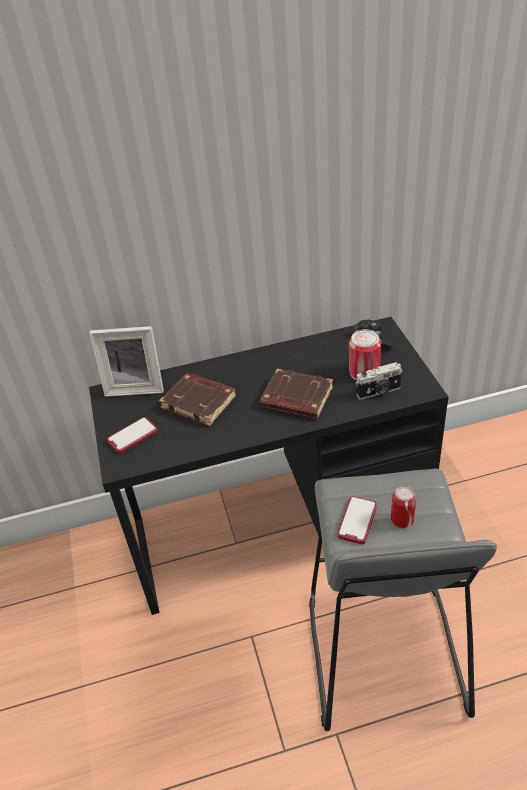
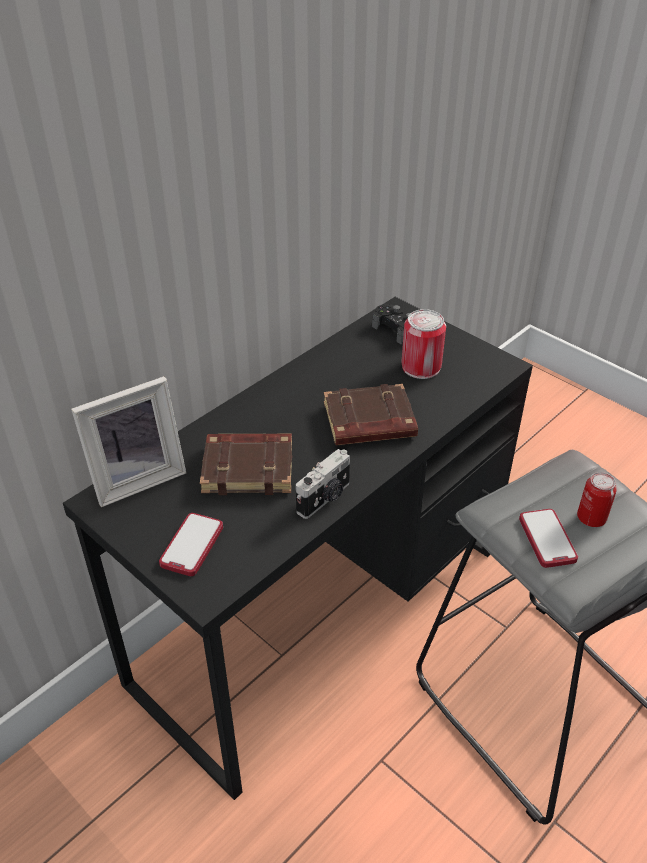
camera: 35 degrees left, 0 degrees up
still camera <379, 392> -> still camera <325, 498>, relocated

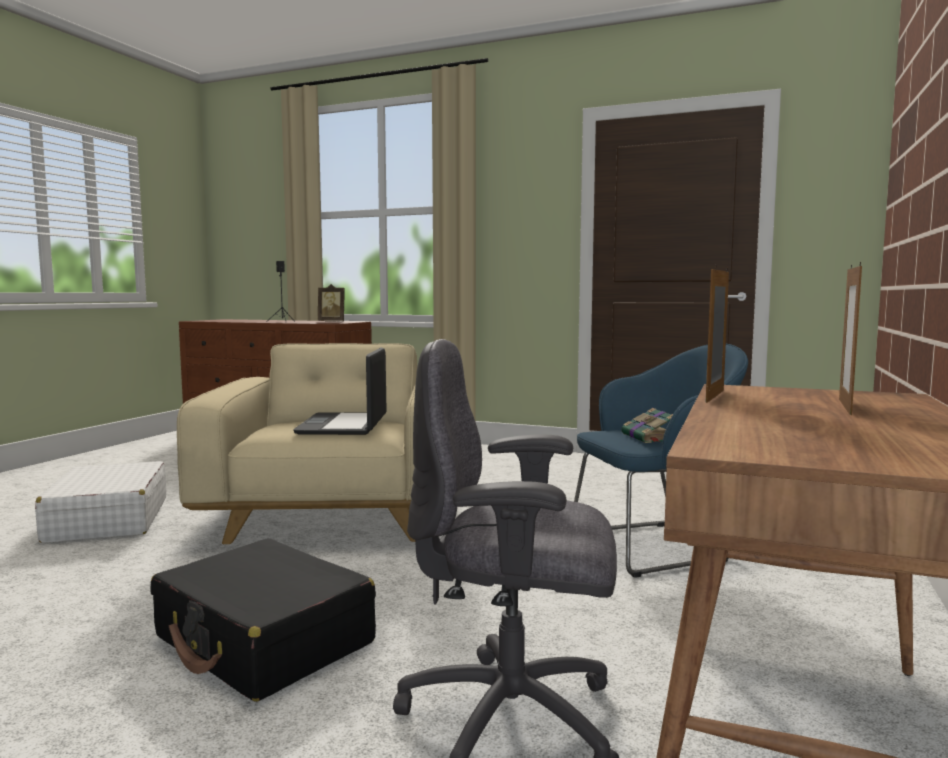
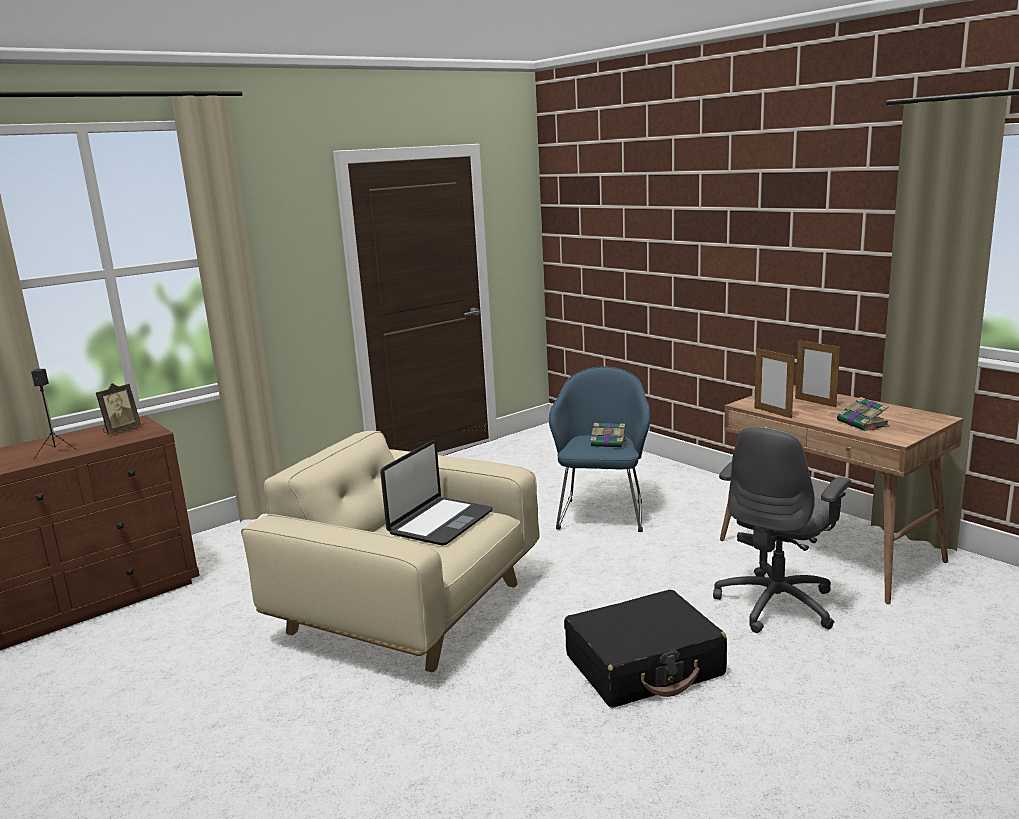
camera: 60 degrees left, 10 degrees up
laptop <344, 425> -> laptop <440, 522>, 90 degrees counterclockwise
piece of luggage in white-coloured <107, 520> -> none
none -> bound book <863, 424>

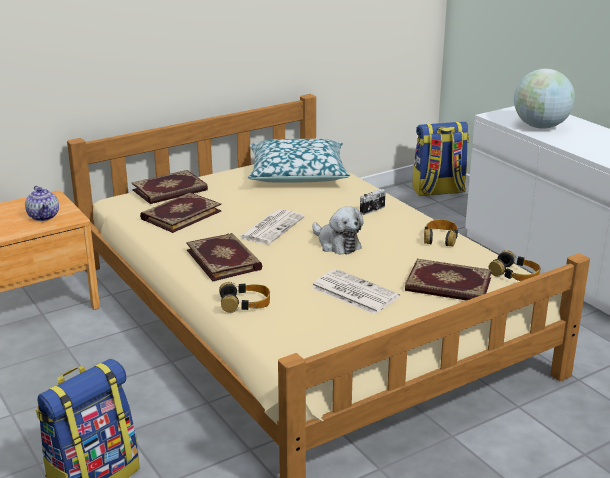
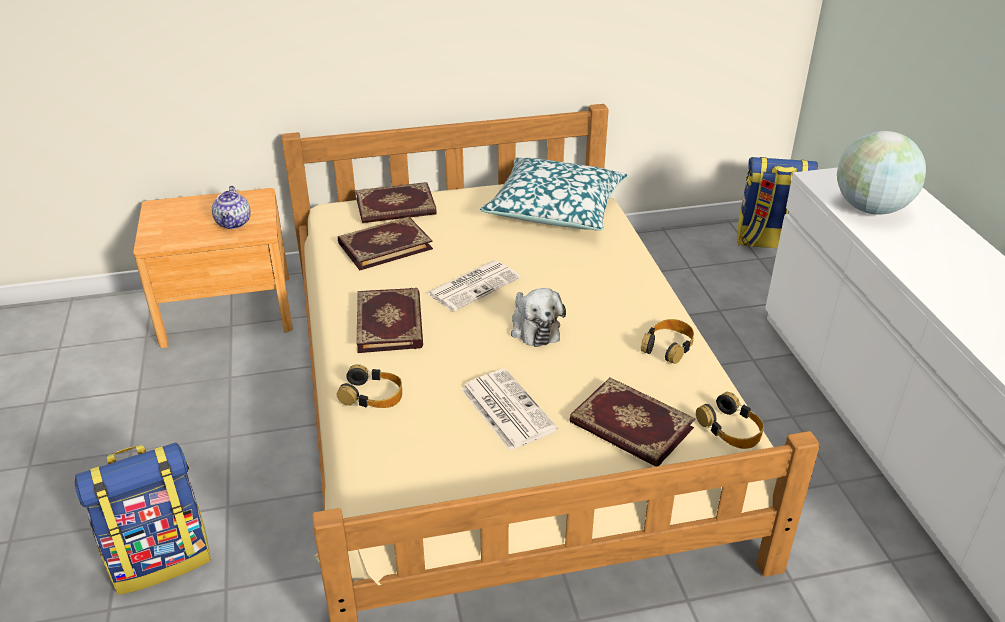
camera: 20 degrees right, 10 degrees up
still camera <373, 210> -> none

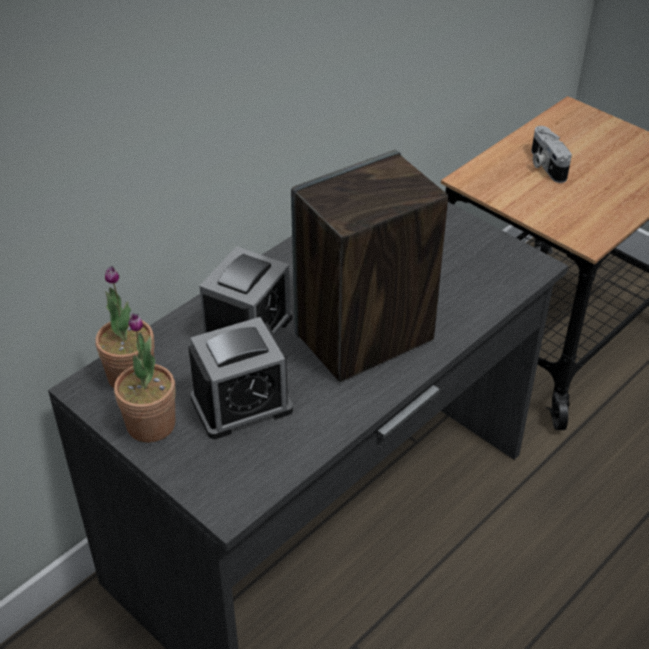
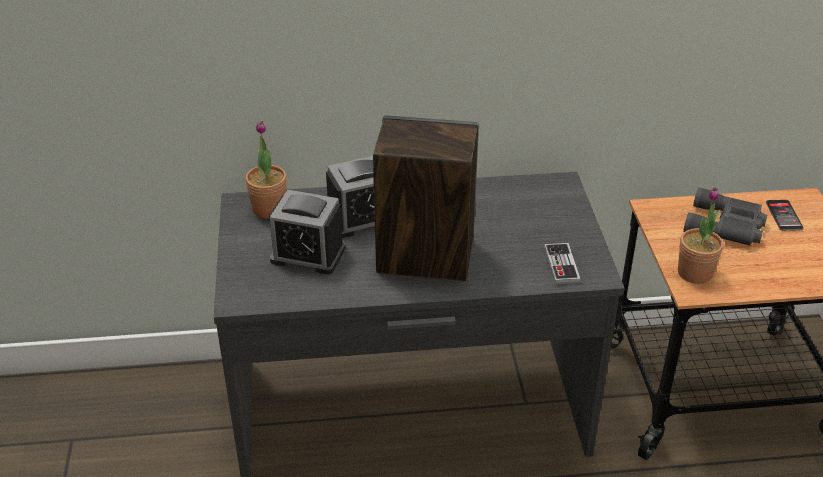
camera: 40 degrees right, 5 degrees down
still camera <545, 165> -> binoculars in greyish <726, 226>
houseplant <151, 425> -> houseplant <694, 273>, relocated
none -> handset <784, 216>
none -> joypad <561, 265>

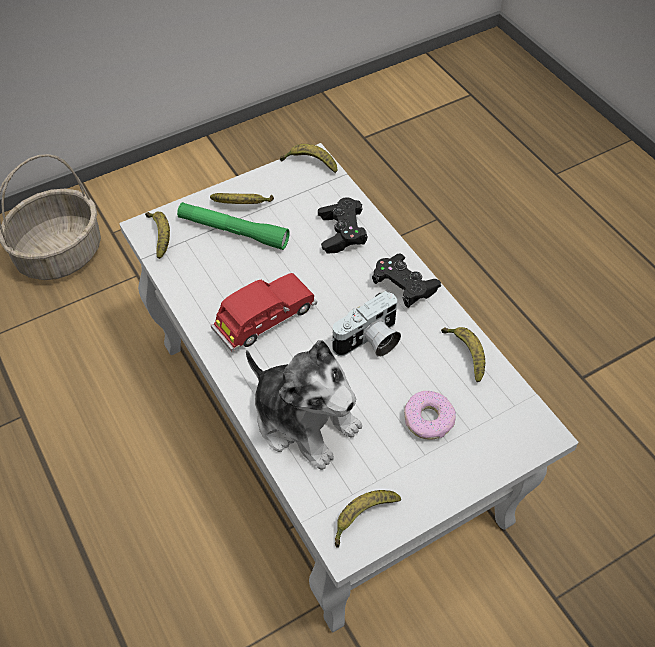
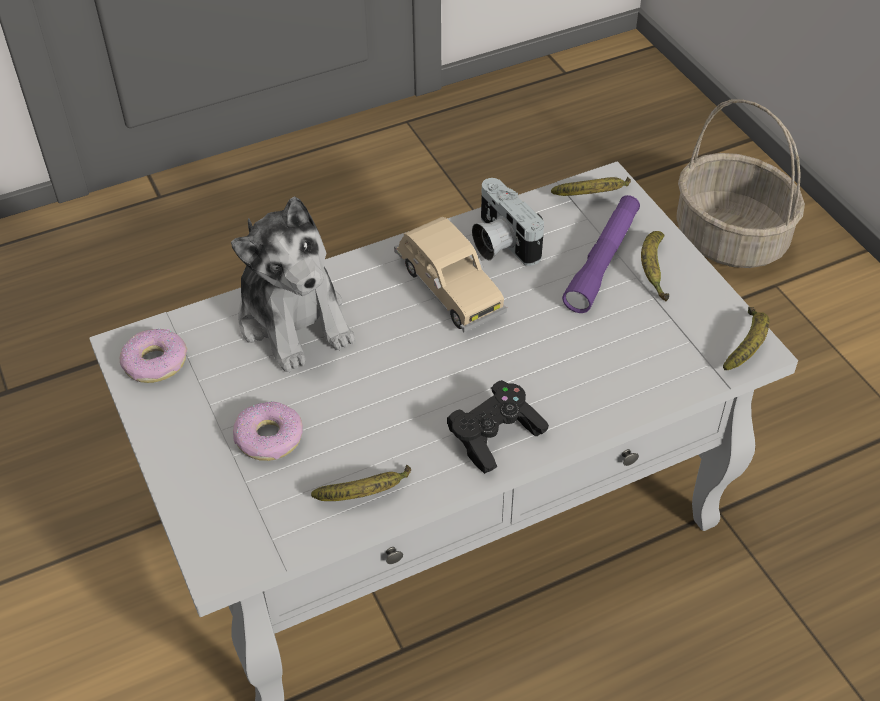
camera: 95 degrees right, 5 degrees down
joypad in blackish <342, 233> -> none
flashlight in greenish <233, 231> -> flashlight in purple-coloured <602, 261>
toy car in red <265, 320> -> toy car in sand-coloured <448, 289>
still camera <369, 342> -> still camera <500, 243>, relocated
plush toy <304, 420> -> plush toy <294, 320>, 75 degrees counterclockwise
whole banana <362, 517> -> ring doughnut <155, 362>

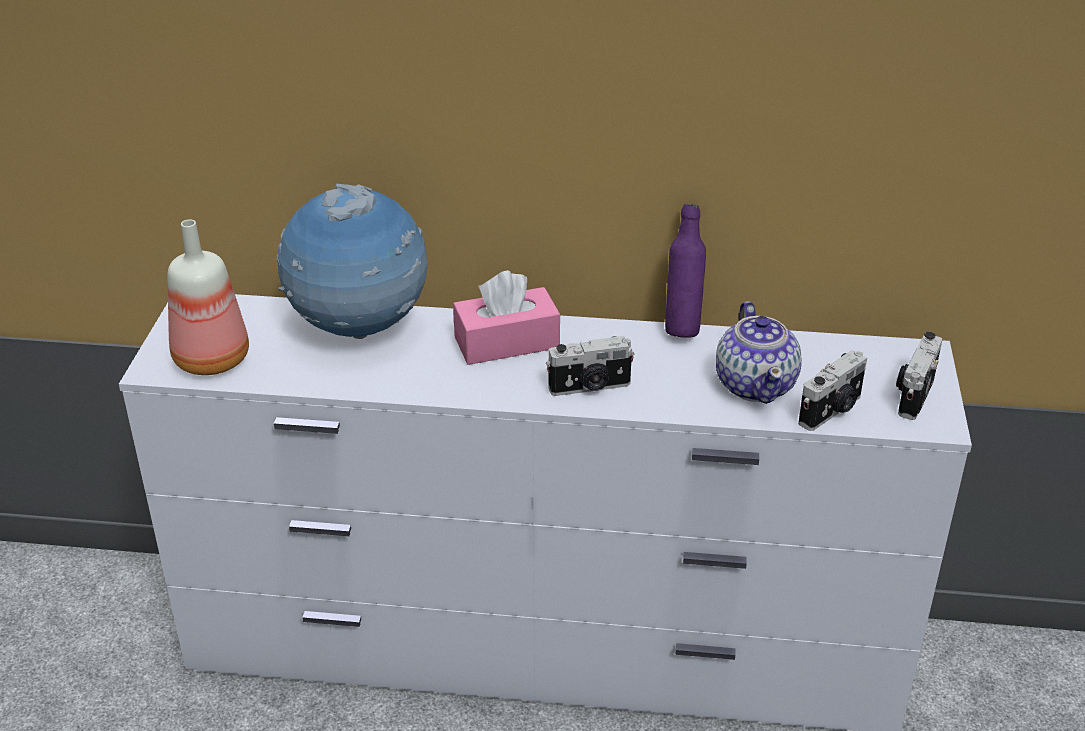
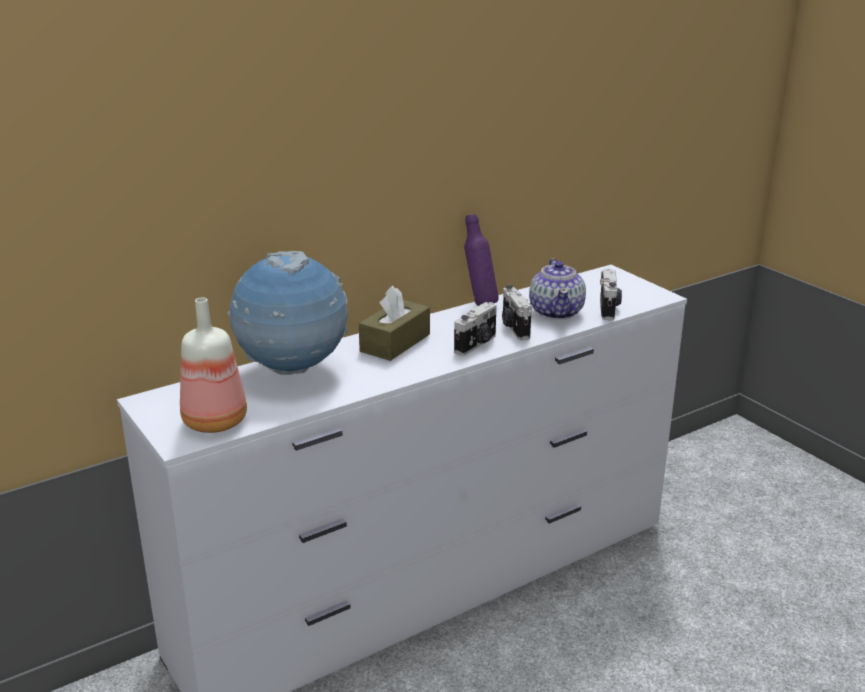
camera: 40 degrees left, 10 degrees down
box of tissues in pink <506, 342> -> box of tissues in brown-coloured <395, 343>
teapot <756, 384> -> teapot <557, 312>, 45 degrees clockwise
still camera <913, 394> -> still camera <514, 328>, relocated

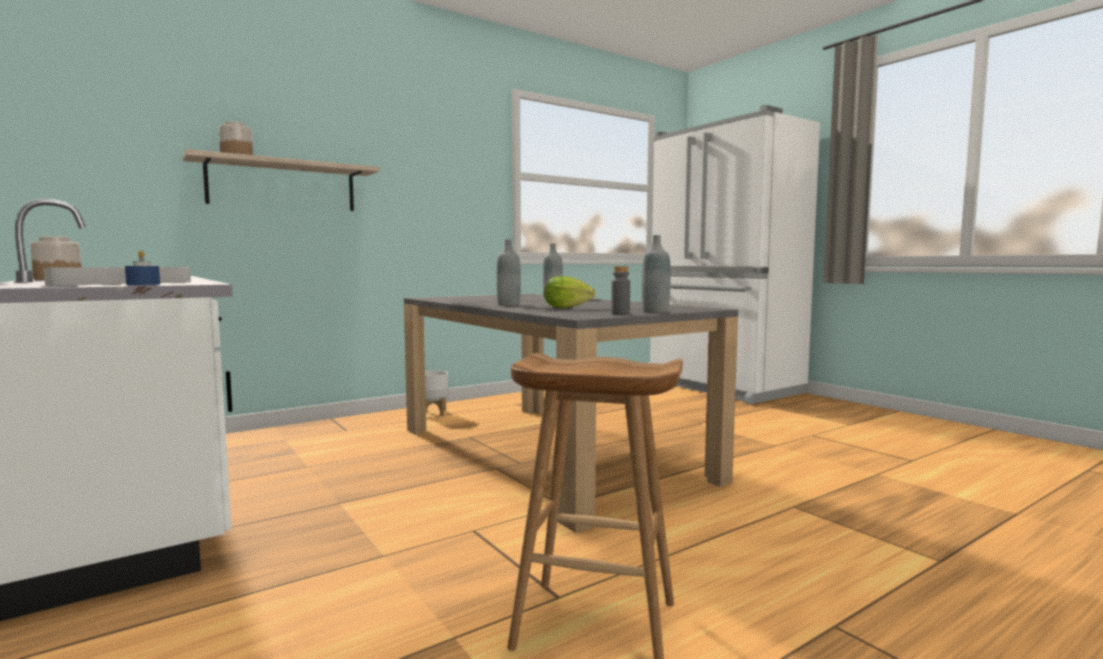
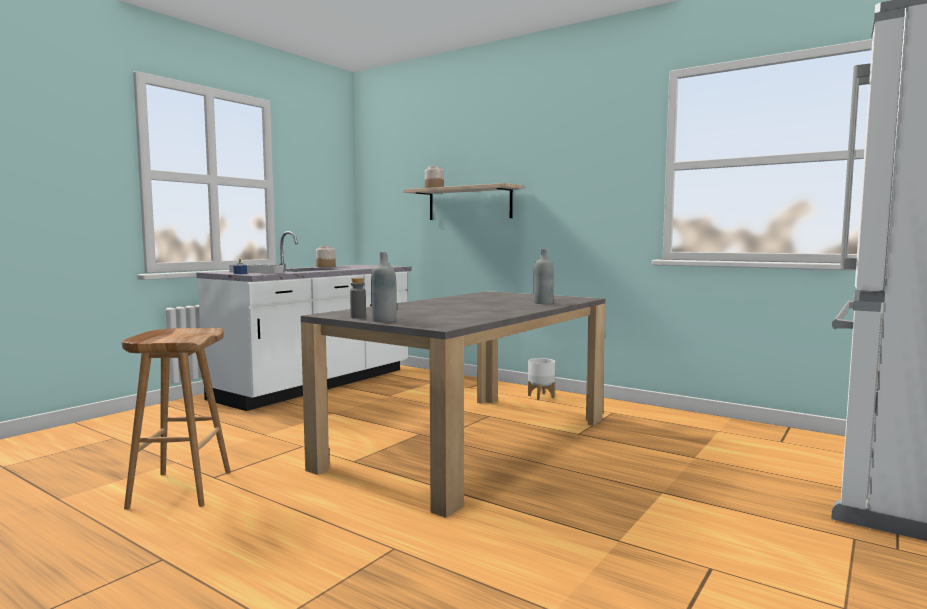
camera: 70 degrees right, 0 degrees up
bottle in greyish <508, 305> -> none
head of lettuce <570, 308> -> none

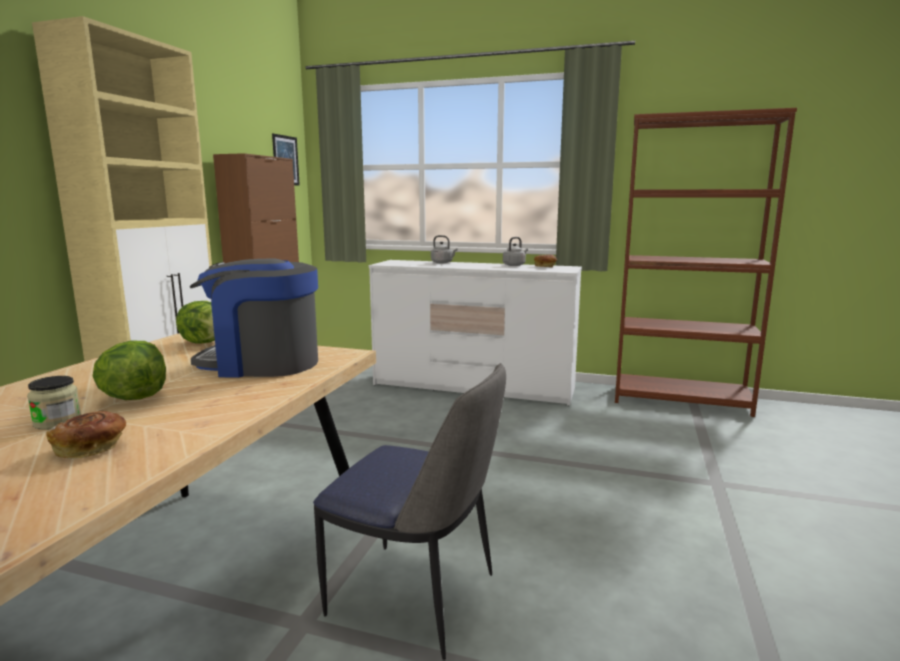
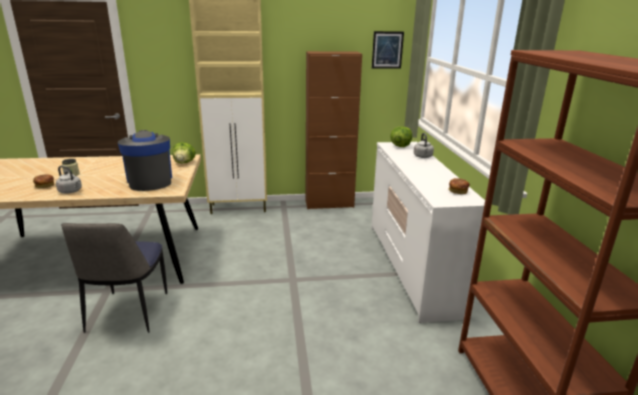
camera: 65 degrees right, 10 degrees up
kettle in greyish <514, 265> -> kettle in greyish <71, 191>, relocated
head of lettuce <134, 397> -> head of lettuce <400, 146>, relocated

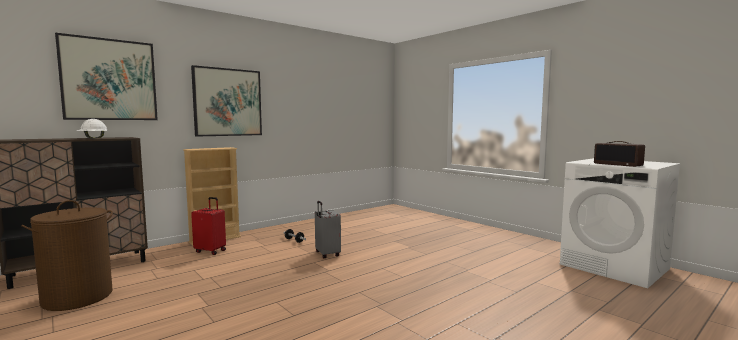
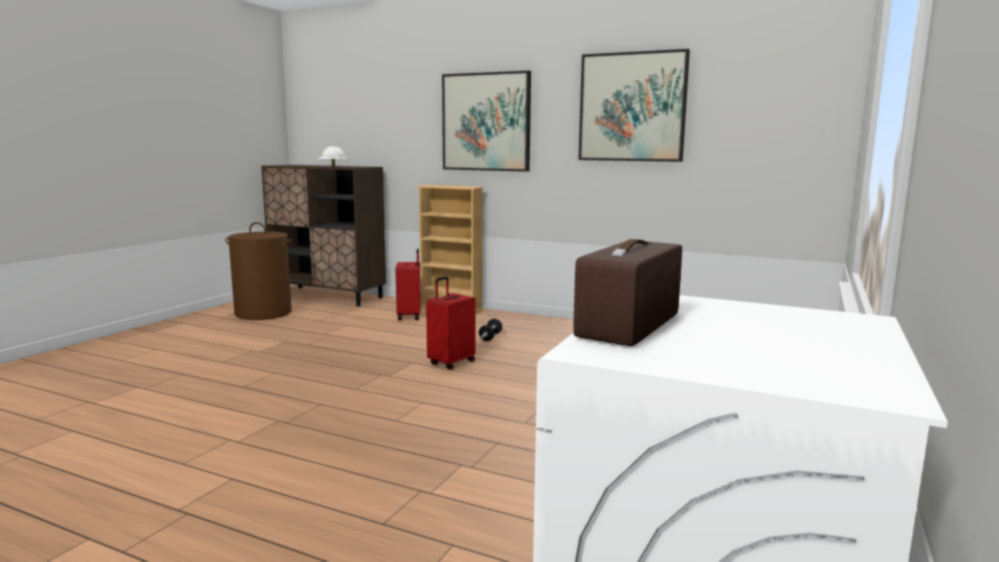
camera: 65 degrees right, 5 degrees up
wall picture <109, 80> -> wall picture <632, 107>, relocated
piece of luggage in greyish <327, 254> -> piece of luggage in red <451, 363>

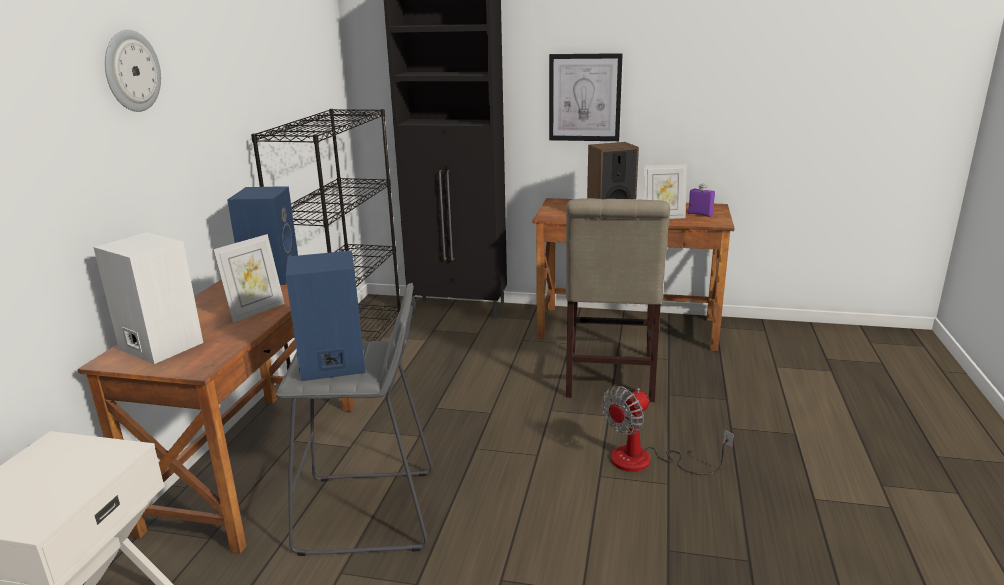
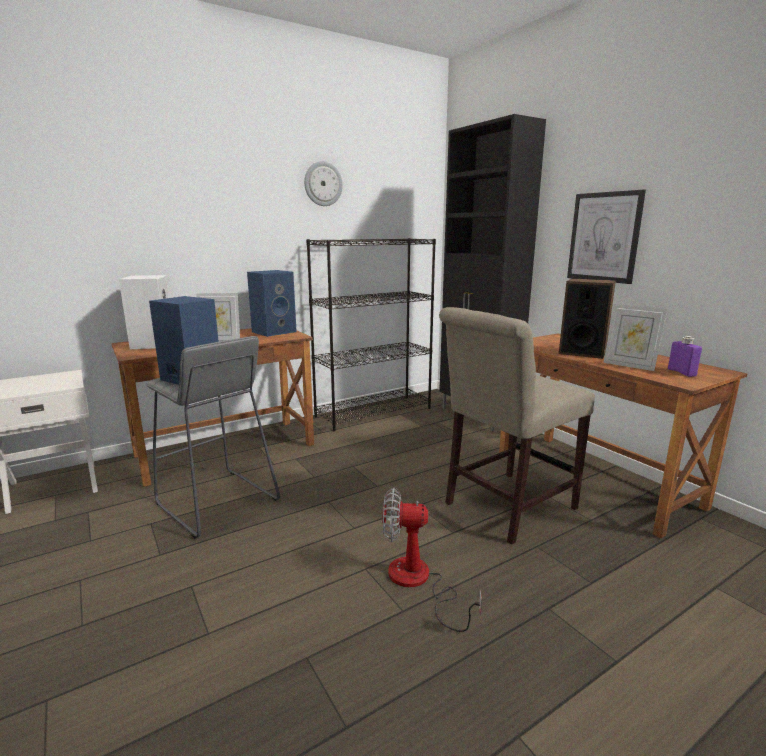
camera: 45 degrees right, 5 degrees down
clock on the wall <131, 71> -> clock on the wall <323, 184>, relocated

